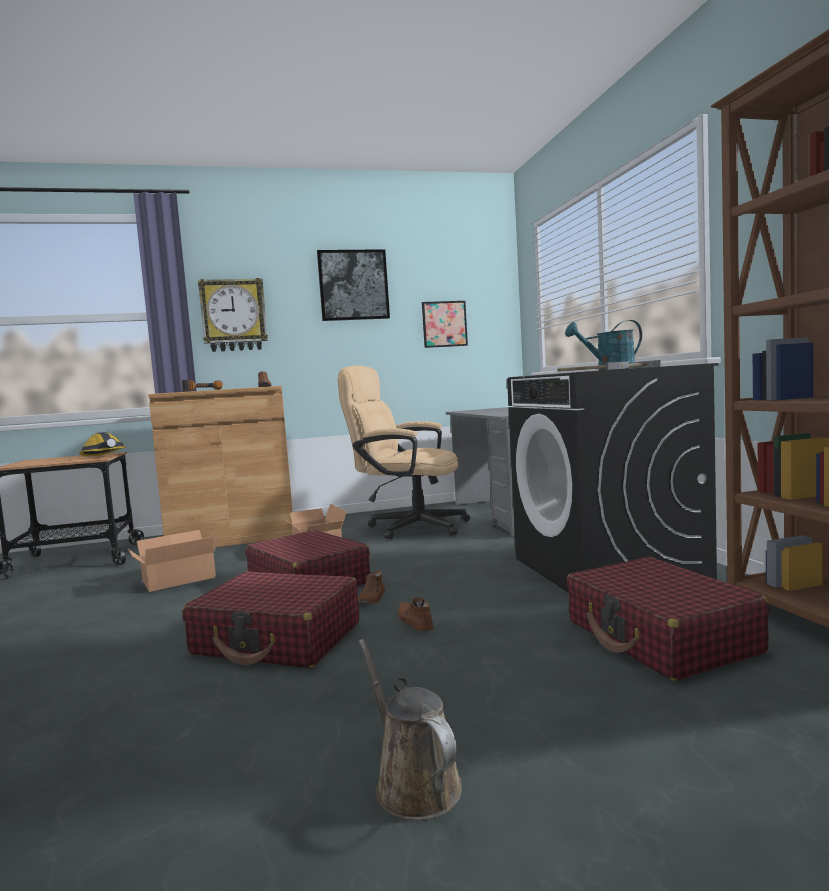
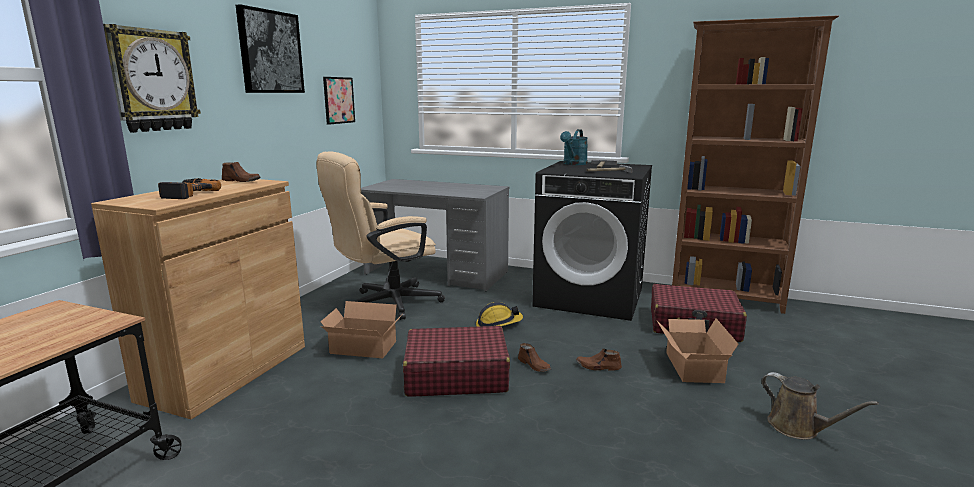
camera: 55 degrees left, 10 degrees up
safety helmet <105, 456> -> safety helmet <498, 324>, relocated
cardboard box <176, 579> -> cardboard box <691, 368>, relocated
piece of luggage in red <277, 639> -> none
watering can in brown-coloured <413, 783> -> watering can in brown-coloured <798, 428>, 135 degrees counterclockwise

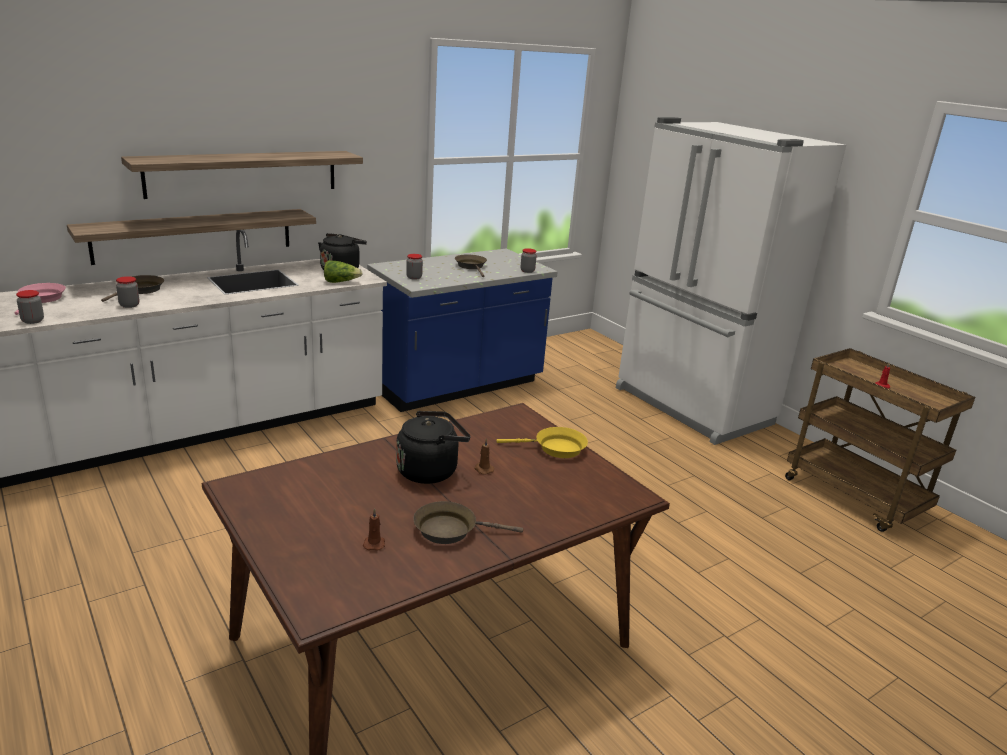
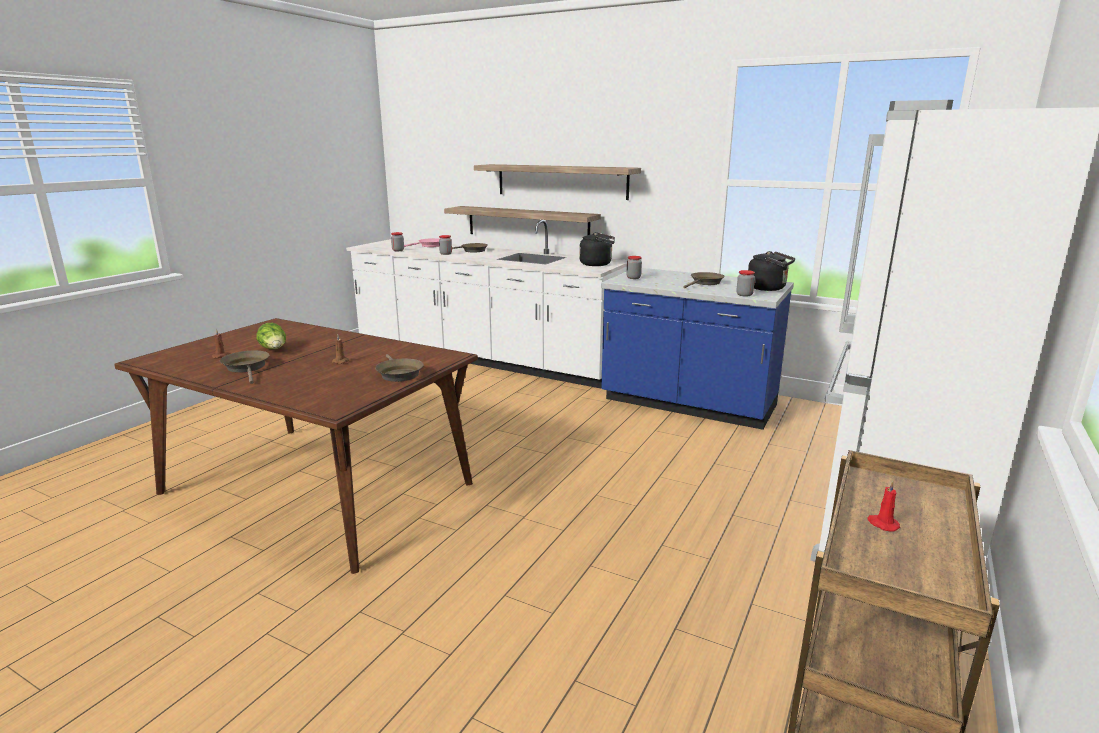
camera: 65 degrees right, 5 degrees down
head of lettuce <341, 282> -> head of lettuce <274, 349>, relocated
kettle in blackish <430, 470> -> kettle in blackish <769, 288>, relocated
frying pan in yellow <555, 448> -> frying pan in brown-coloured <398, 374>

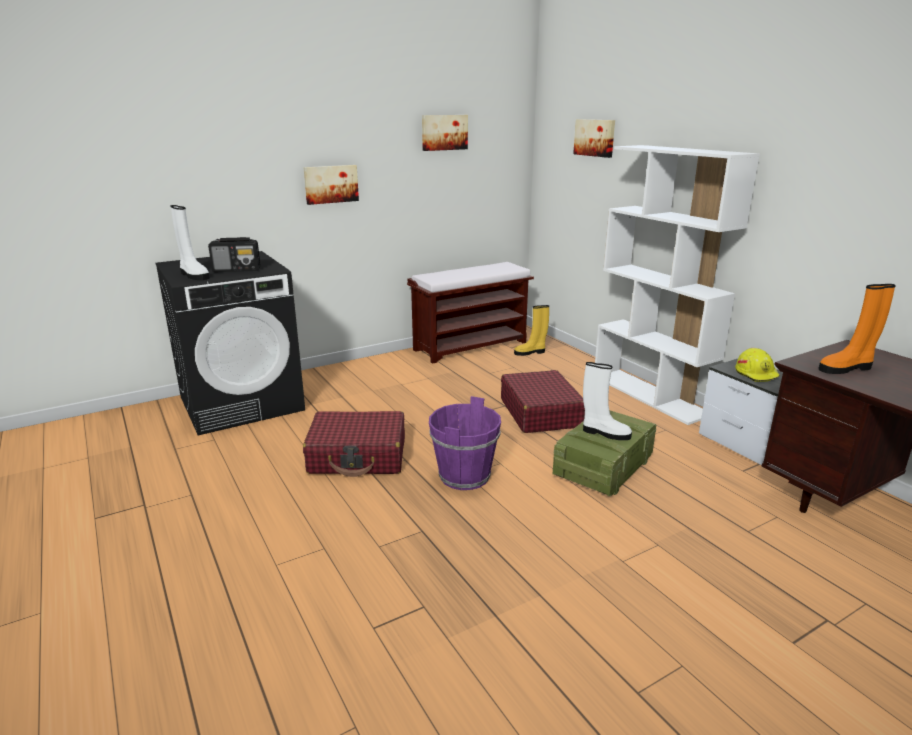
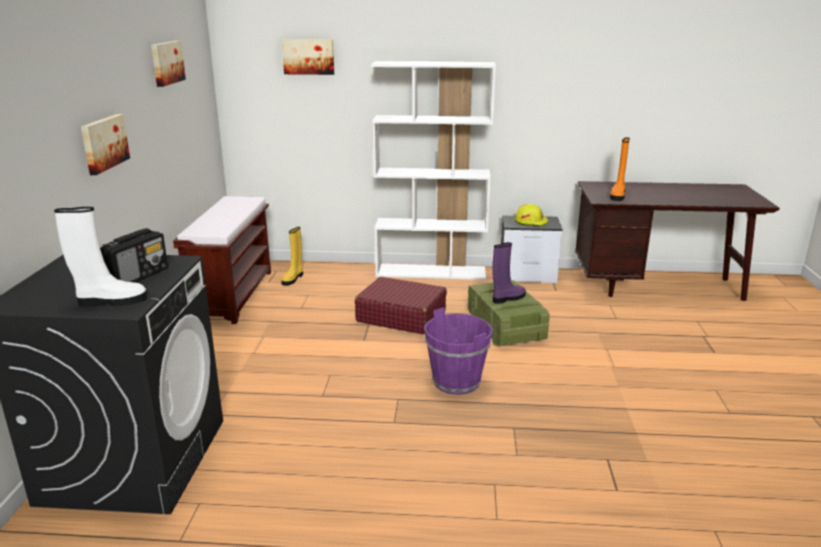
camera: 55 degrees left, 0 degrees up
boot in white-coloured <604, 433> -> boot in purple-coloured <507, 298>
piece of luggage in red <358, 456> -> none

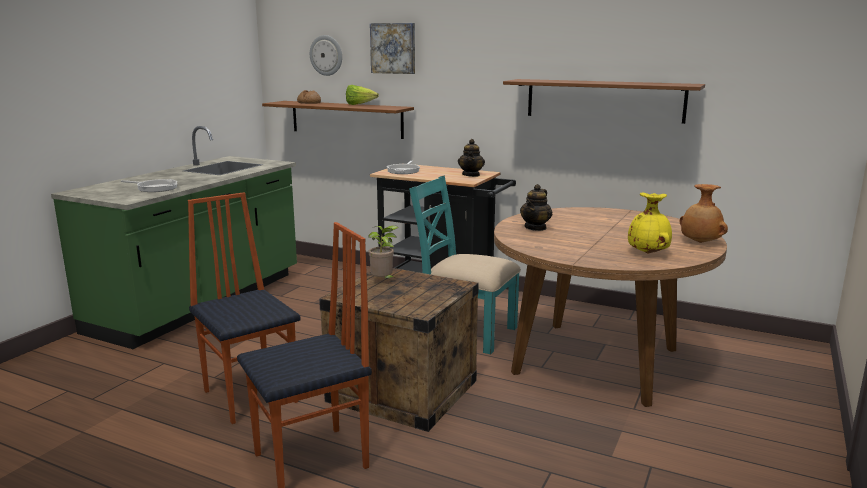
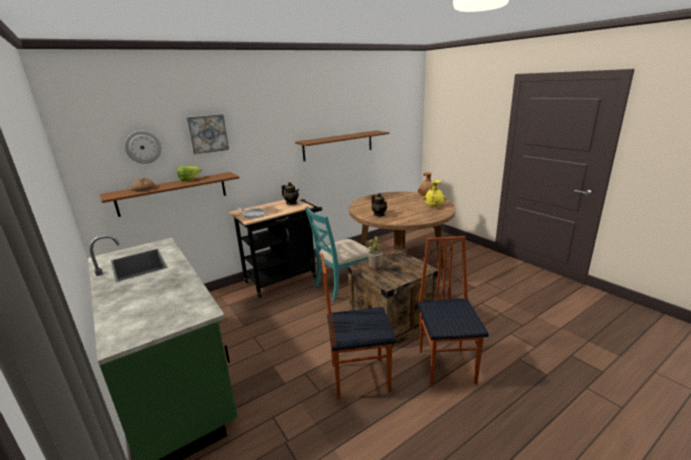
camera: 60 degrees left, 5 degrees up
frying pan <155, 188> -> none

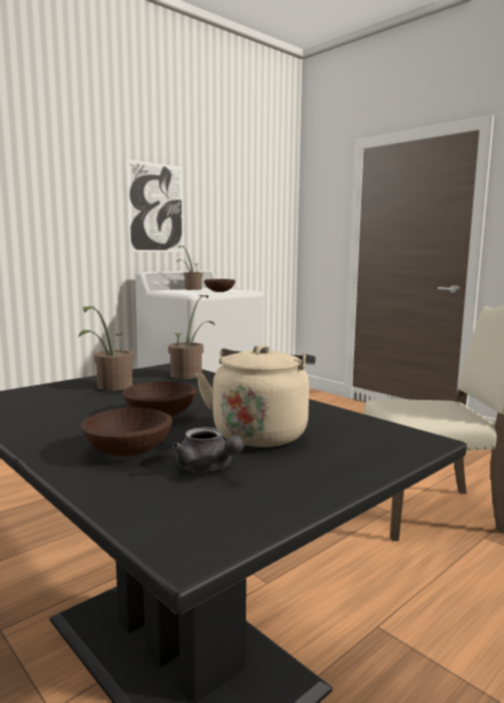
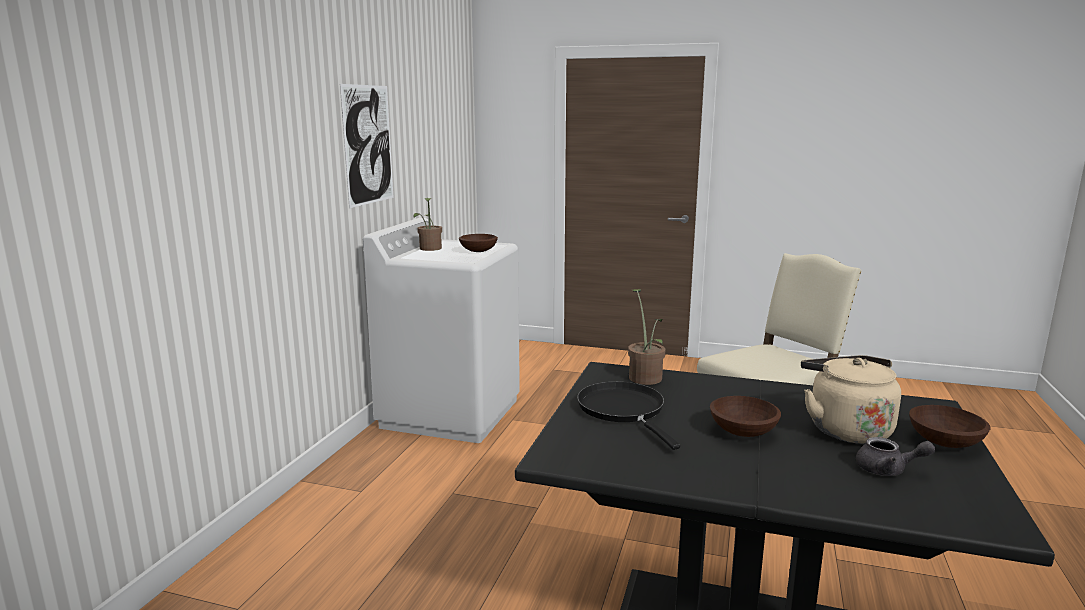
camera: 30 degrees left, 5 degrees up
houseplant <111, 387> -> frying pan in blackish <624, 410>
serving bowl in brown-coloured <130, 451> -> serving bowl in brown-coloured <945, 441>, relocated

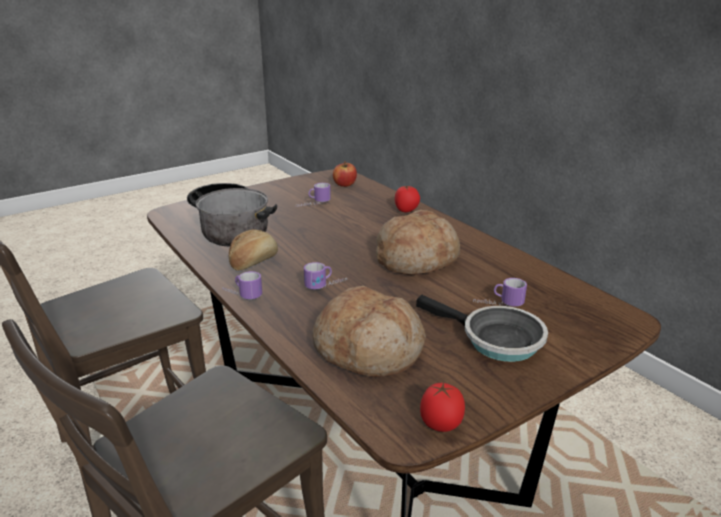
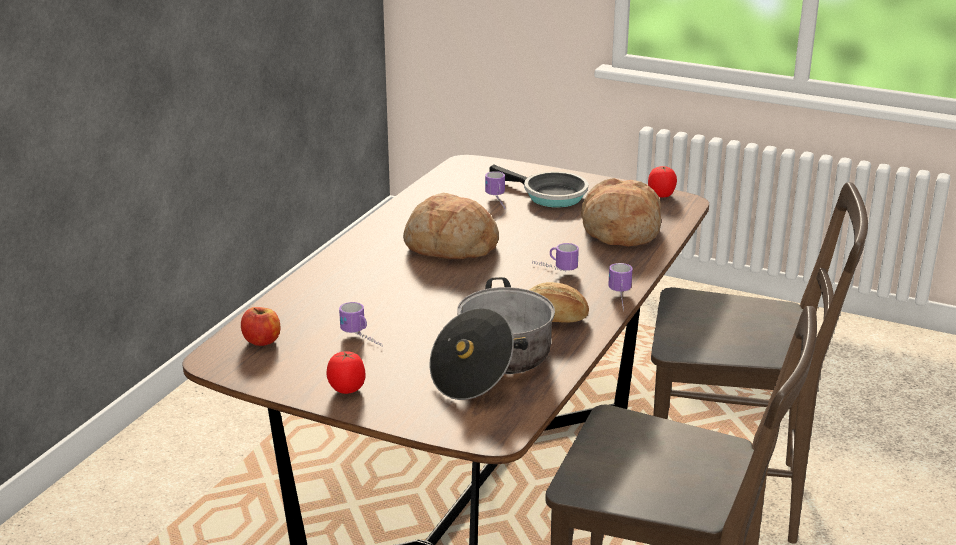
camera: 120 degrees left, 0 degrees up
whole tomato <406, 210> -> whole tomato <347, 389>, relocated
frying pan <495, 340> -> frying pan <549, 195>, 120 degrees clockwise

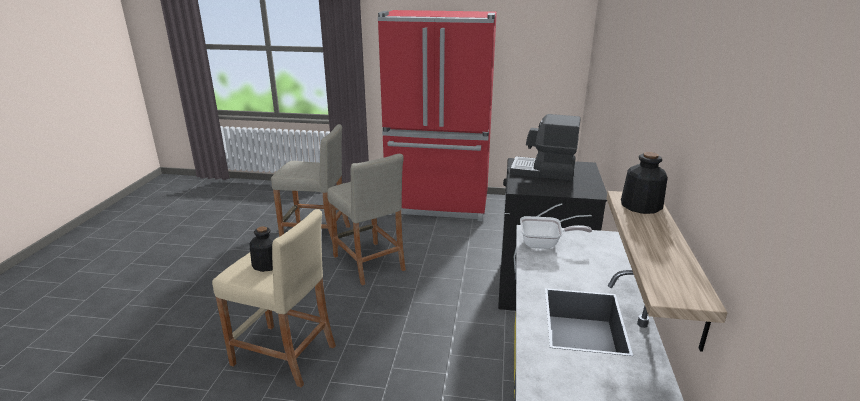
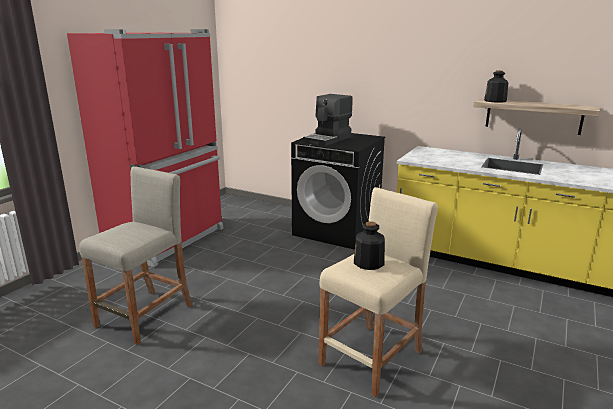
camera: 70 degrees left, 5 degrees down
stool seat in sand-coloured <368, 263> -> none
frying pan <544, 244> -> none

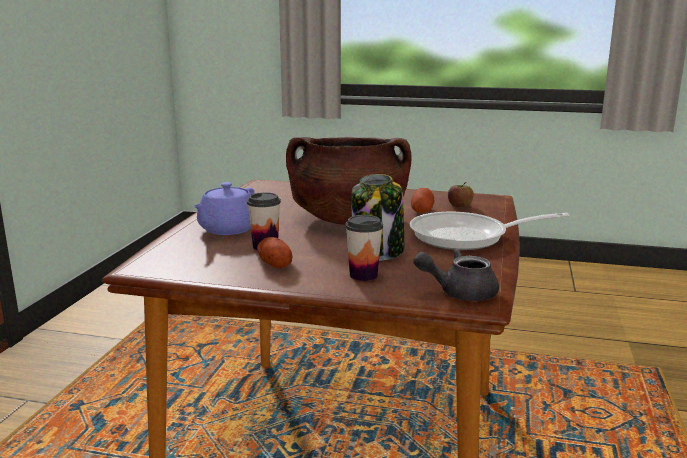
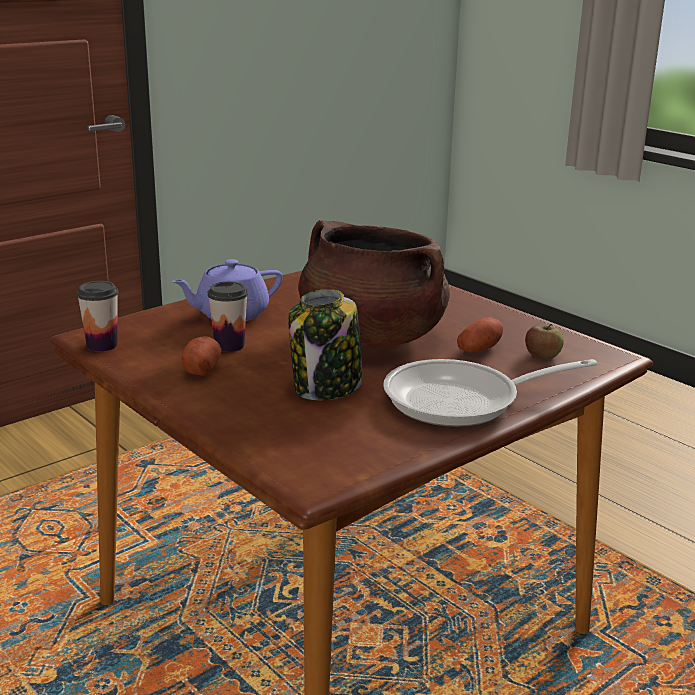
camera: 35 degrees right, 5 degrees up
frying pan <467, 237> -> frying pan <463, 401>, 45 degrees counterclockwise
cup <363, 275> -> cup <102, 345>, relocated
teapot in greyish <459, 293> -> none

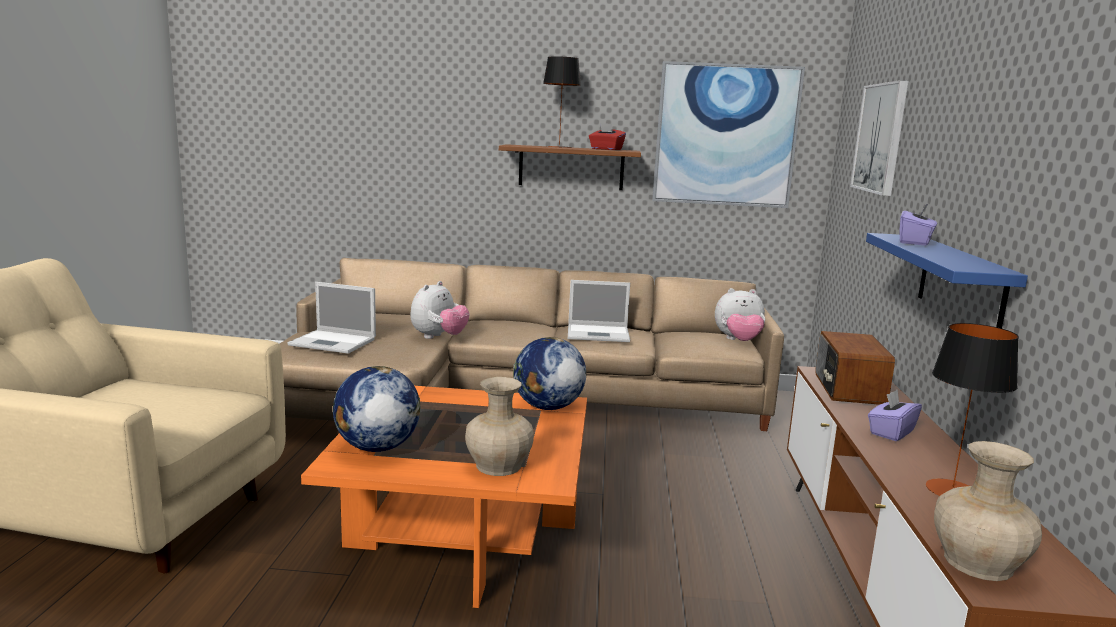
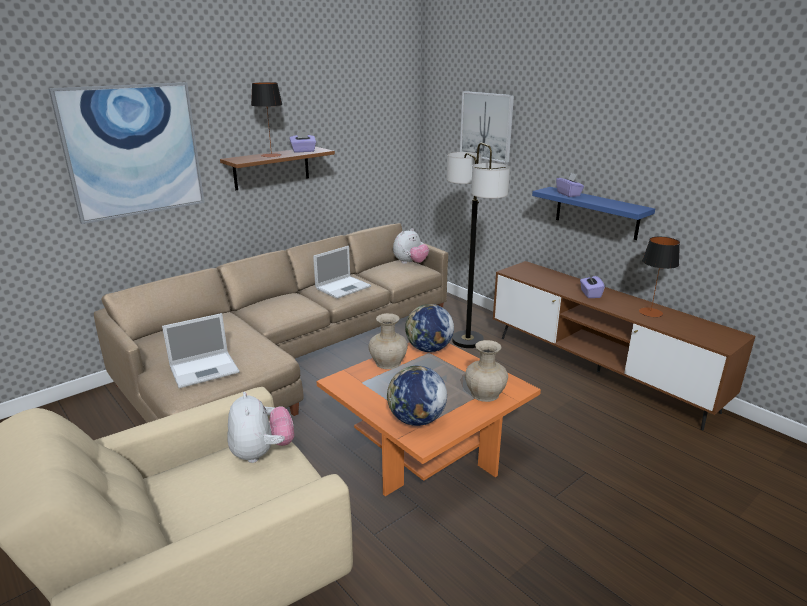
camera: 45 degrees left, 10 degrees up
wall picture <725, 135> -> wall picture <133, 151>, relocated
box of tissues in red <606, 149> -> box of tissues in purple-coloured <303, 151>
plush toy <439, 337> -> plush toy <262, 453>, relocated
radio receiver <847, 389> -> none
decorative vase in sand-coloured <976, 563> -> decorative vase in sand-coloured <387, 363>, relocated
none -> floor lamp <467, 340>

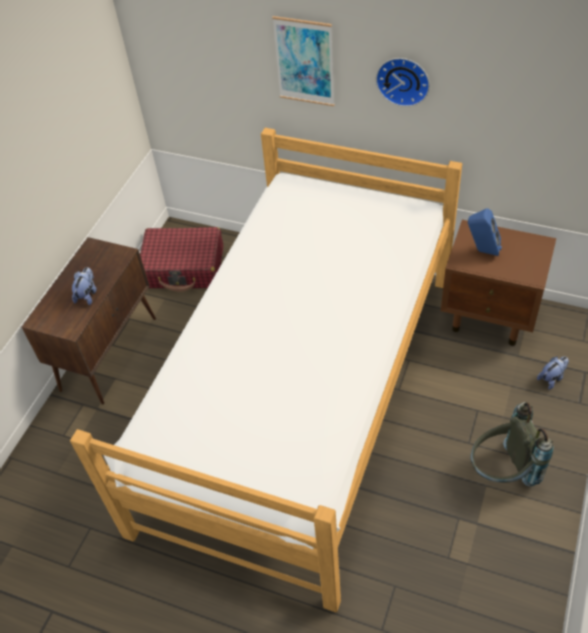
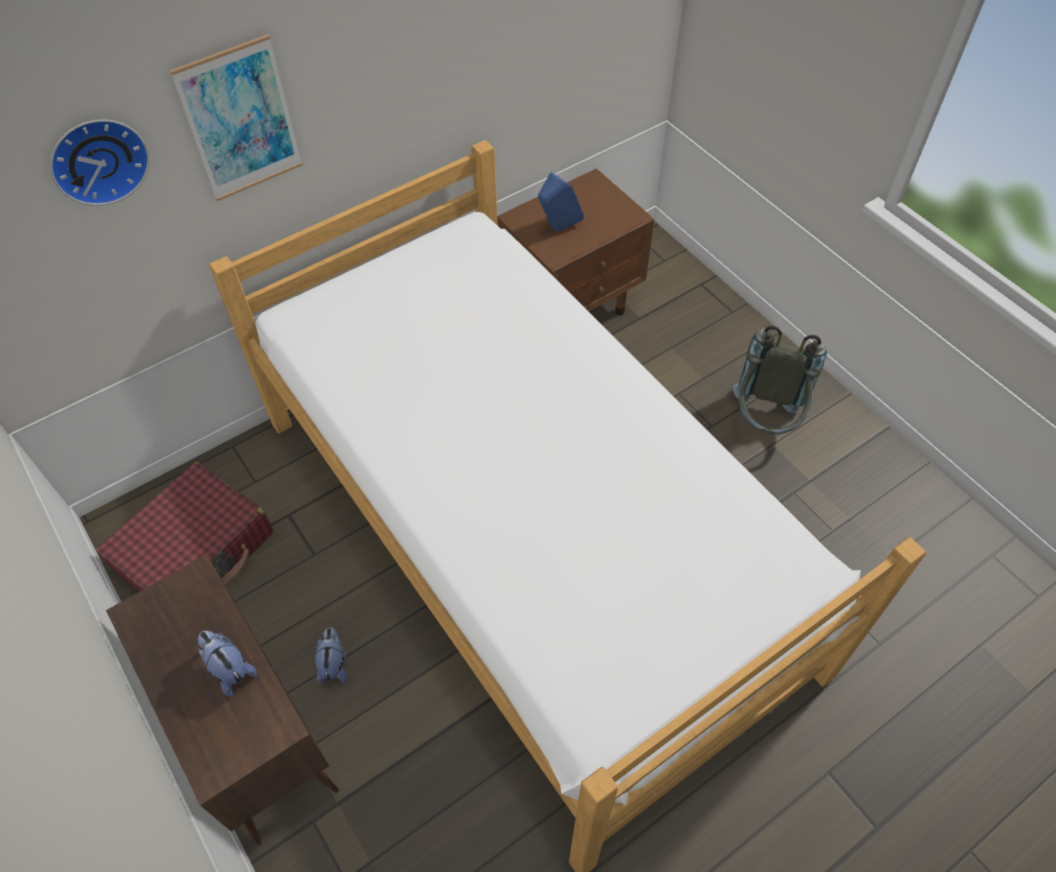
camera: 60 degrees left, 5 degrees up
clock on the wall <403, 80> -> clock on the wall <98, 159>, relocated
plush toy <551, 378> -> plush toy <334, 664>, relocated

